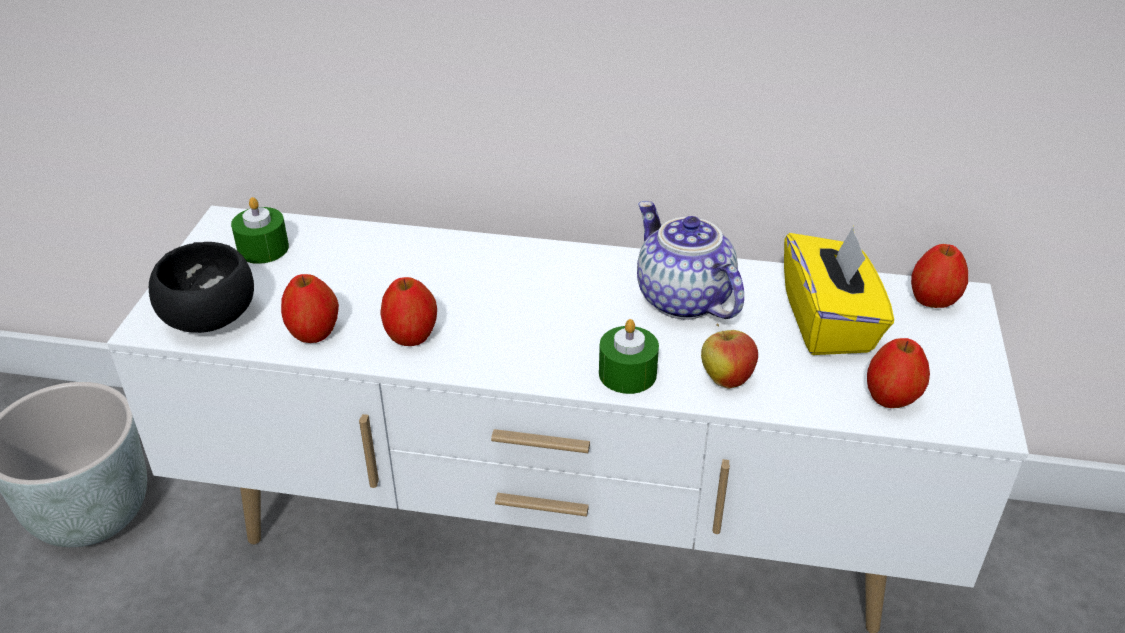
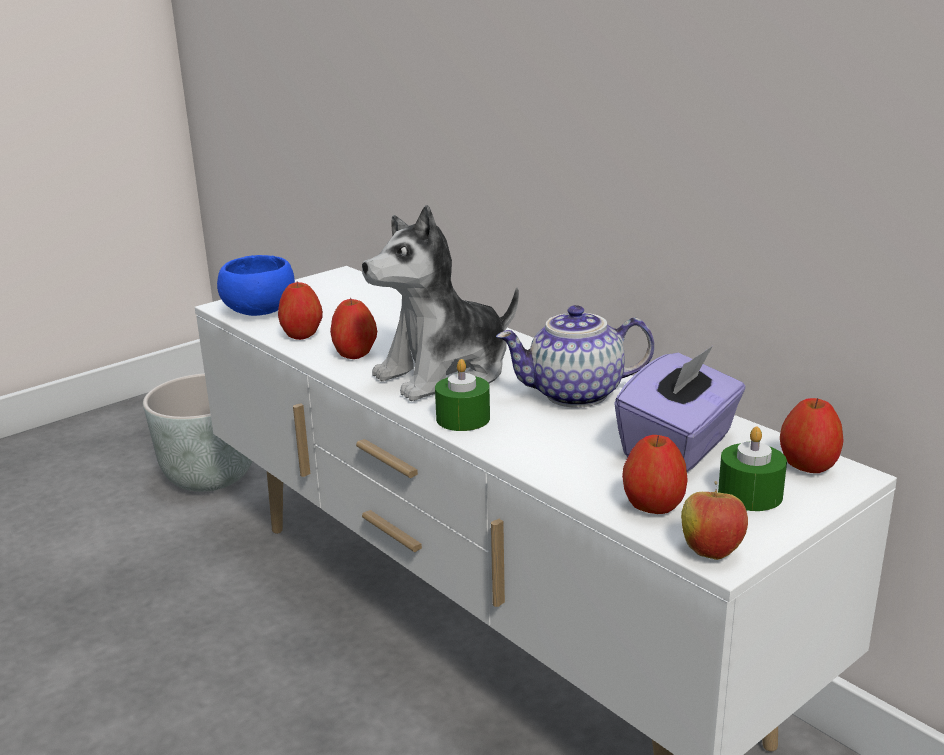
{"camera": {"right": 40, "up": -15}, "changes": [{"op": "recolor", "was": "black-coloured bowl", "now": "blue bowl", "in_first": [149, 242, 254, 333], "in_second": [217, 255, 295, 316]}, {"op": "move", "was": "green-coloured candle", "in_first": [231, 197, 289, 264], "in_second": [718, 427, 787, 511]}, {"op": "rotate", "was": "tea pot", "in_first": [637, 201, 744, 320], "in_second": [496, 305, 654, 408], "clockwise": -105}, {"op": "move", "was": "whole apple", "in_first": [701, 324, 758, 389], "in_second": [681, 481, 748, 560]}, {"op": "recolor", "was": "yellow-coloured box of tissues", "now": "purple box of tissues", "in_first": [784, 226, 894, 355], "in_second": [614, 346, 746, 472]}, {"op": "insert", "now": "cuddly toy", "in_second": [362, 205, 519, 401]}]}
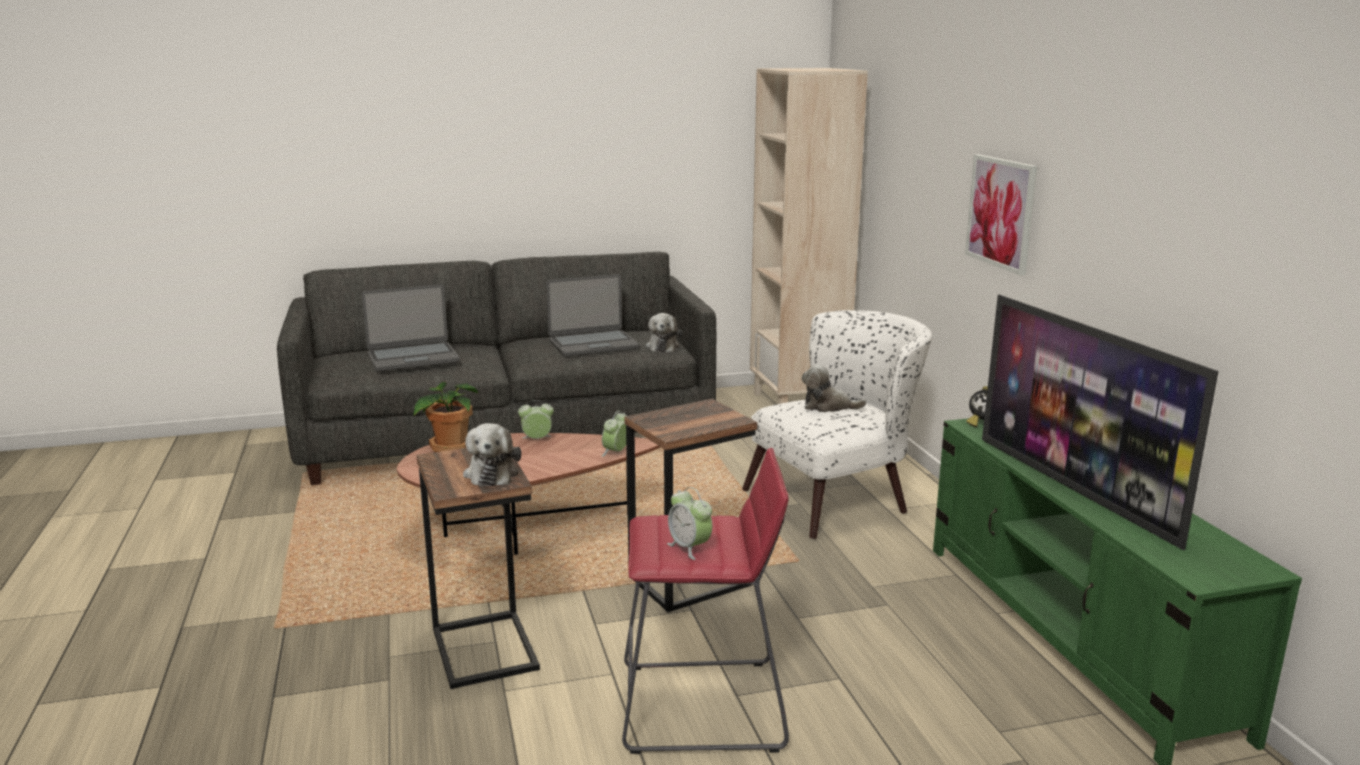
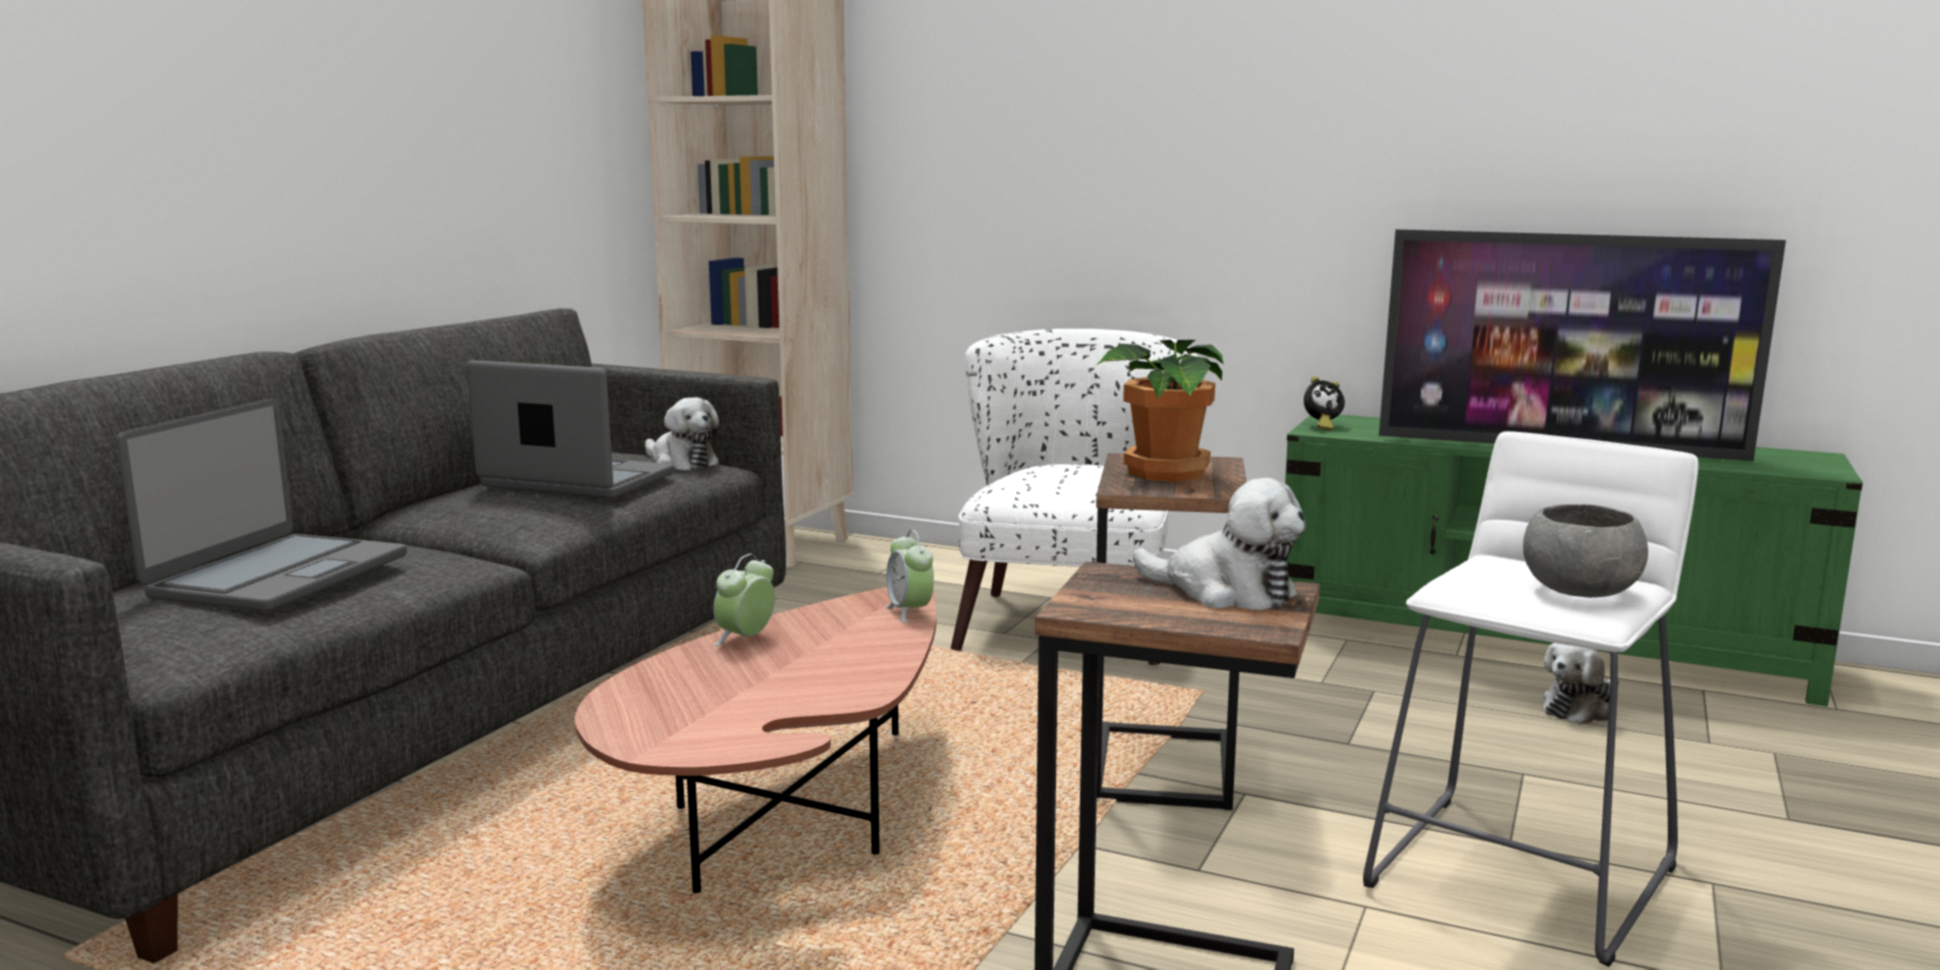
{"camera": {"right": -50, "up": -5}, "changes": [{"op": "move", "was": "plant in a pot", "in_first": [414, 382, 478, 452], "in_second": [1097, 340, 1224, 482]}, {"op": "rotate", "was": "notebook computer", "in_first": [546, 274, 640, 357], "in_second": [466, 360, 675, 498], "clockwise": -90}, {"op": "recolor", "was": "reddish stool", "now": "white stool", "in_first": [622, 448, 789, 754], "in_second": [1363, 431, 1699, 967]}, {"op": "replace", "was": "alarm clock", "now": "grey bowl", "in_first": [667, 487, 712, 560], "in_second": [1523, 504, 1648, 598]}, {"op": "move", "was": "cuddly toy", "in_first": [802, 364, 867, 412], "in_second": [1542, 643, 1619, 725]}, {"op": "delete", "was": "wall picture", "in_first": [965, 154, 1037, 275]}]}
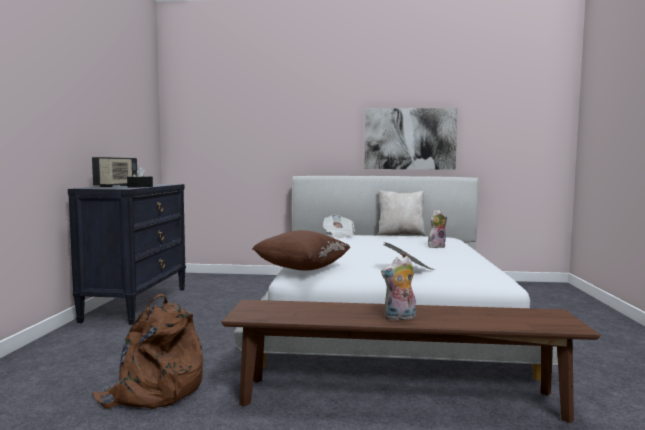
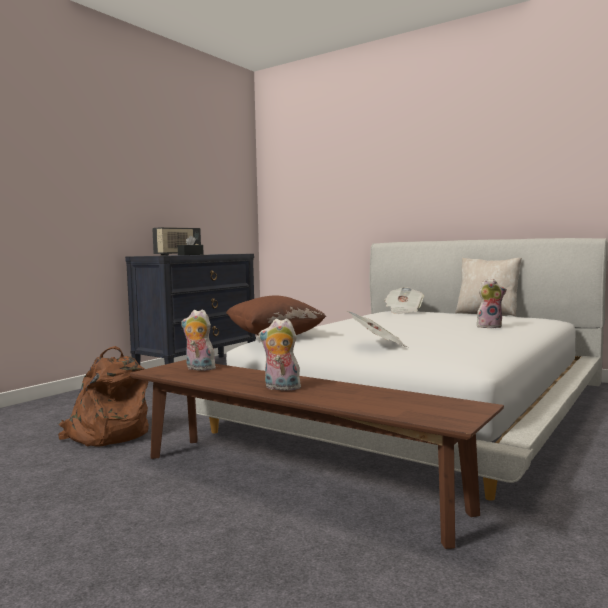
{"camera": {"right": 30, "up": 0}, "changes": [{"op": "delete", "was": "wall picture", "in_first": [364, 108, 458, 170]}, {"op": "insert", "now": "cuddly toy", "in_second": [181, 309, 216, 371]}]}
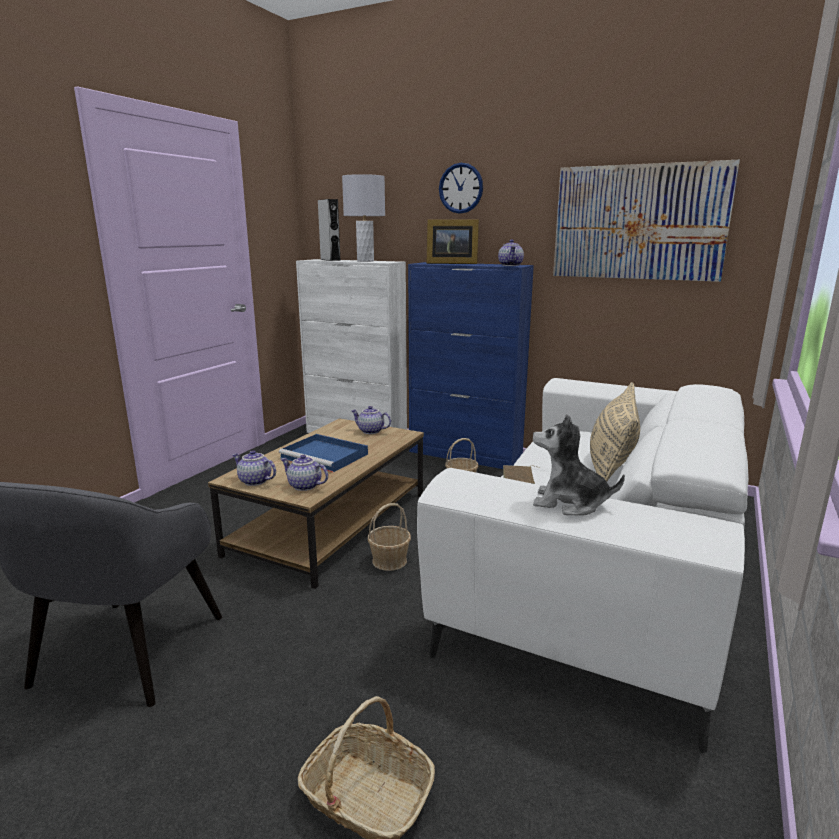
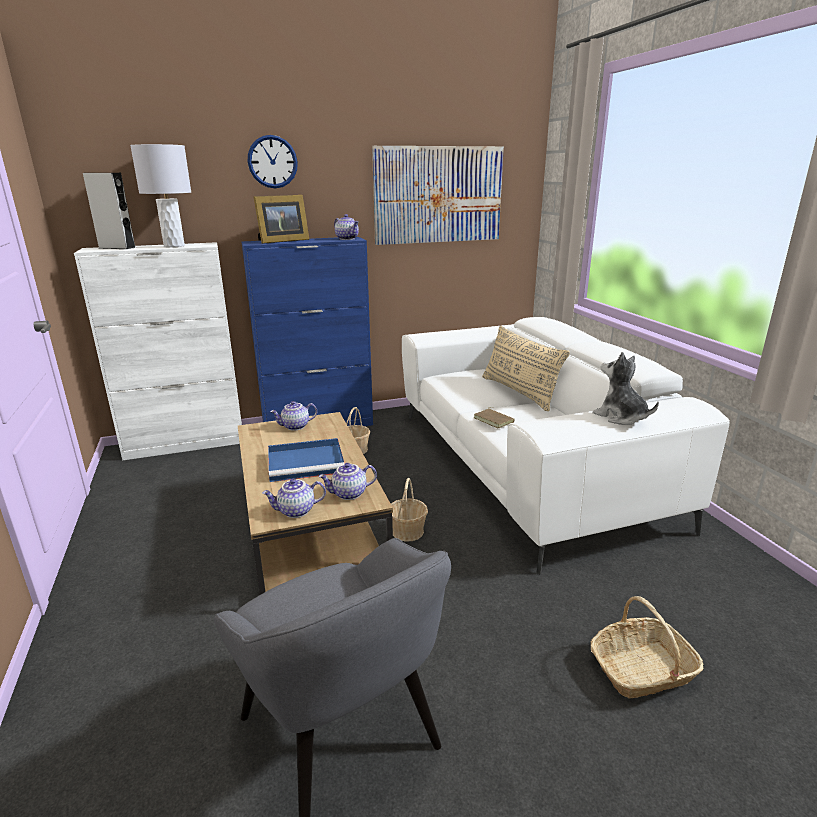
{"camera": {"right": -45, "up": 5}, "changes": [{"op": "rotate", "was": "cuddly toy", "in_first": [533, 414, 625, 516], "in_second": [593, 352, 659, 425], "clockwise": 75}]}
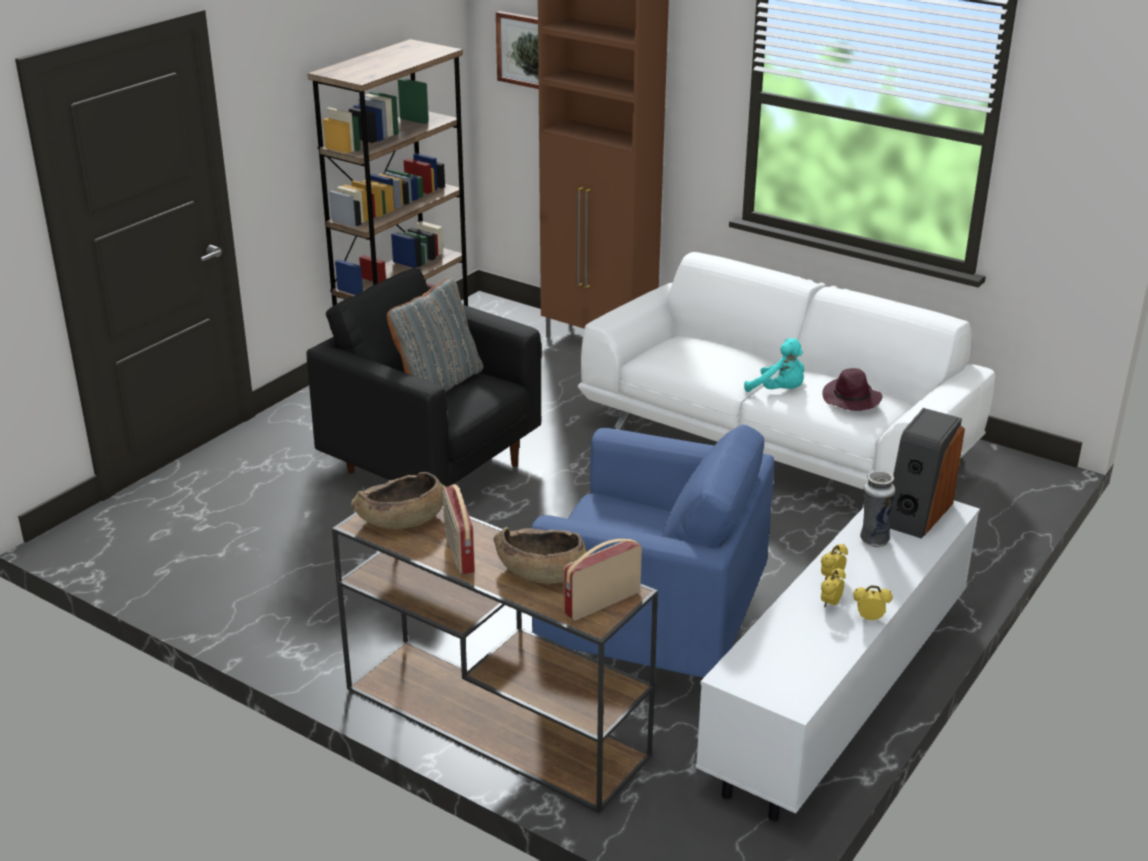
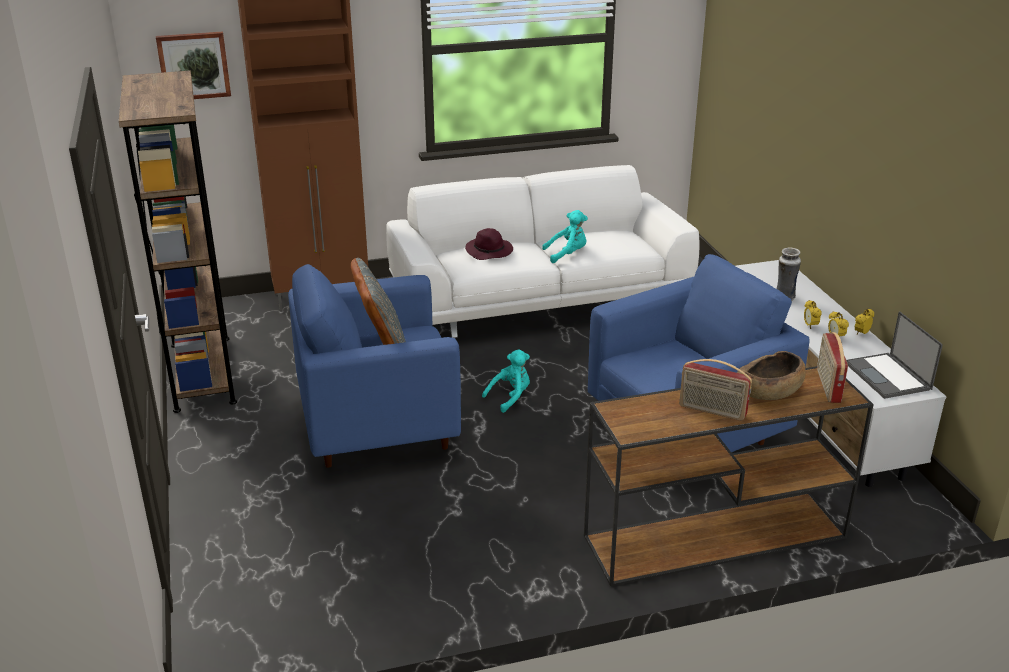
{"camera": {"right": -50, "up": 0}, "changes": [{"op": "recolor", "was": "black-coloured easy chair", "now": "blue easy chair", "in_first": [306, 268, 541, 487], "in_second": [288, 264, 461, 468]}, {"op": "delete", "was": "brown-coloured bowl", "in_first": [351, 472, 446, 529]}, {"op": "move", "was": "purple hat", "in_first": [822, 368, 882, 411], "in_second": [465, 228, 513, 260]}, {"op": "delete", "was": "loudspeaker", "in_first": [890, 408, 965, 539]}, {"op": "insert", "now": "turquoise cuddly toy", "in_second": [482, 349, 530, 413]}, {"op": "insert", "now": "notebook computer", "in_second": [846, 311, 943, 399]}]}
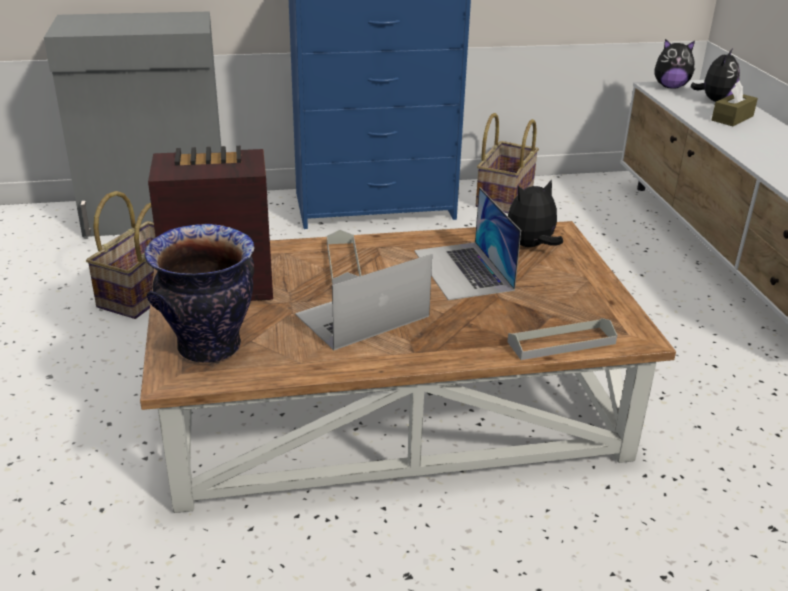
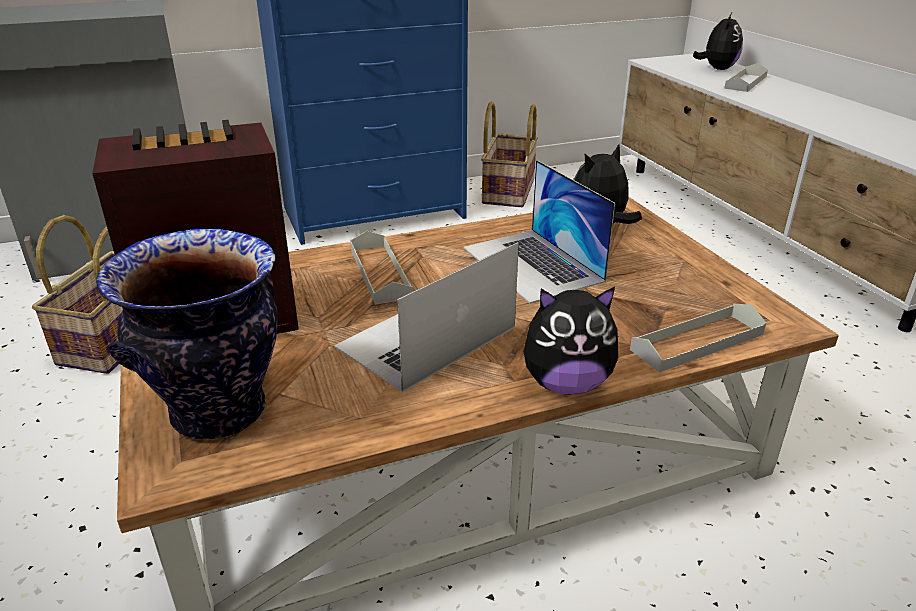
{"camera": {"right": -10, "up": 0}, "changes": [{"op": "move", "was": "cuddly toy", "in_first": [655, 39, 695, 89], "in_second": [524, 287, 619, 394]}, {"op": "replace", "was": "brown-coloured box of tissues", "now": "grey tray", "in_first": [712, 81, 758, 126], "in_second": [724, 63, 768, 92]}]}
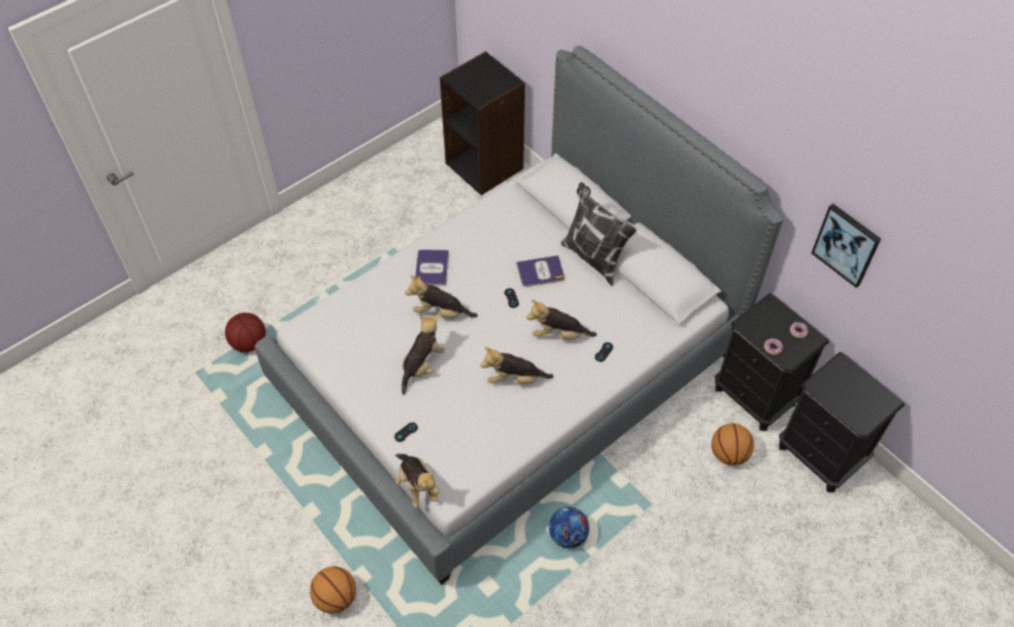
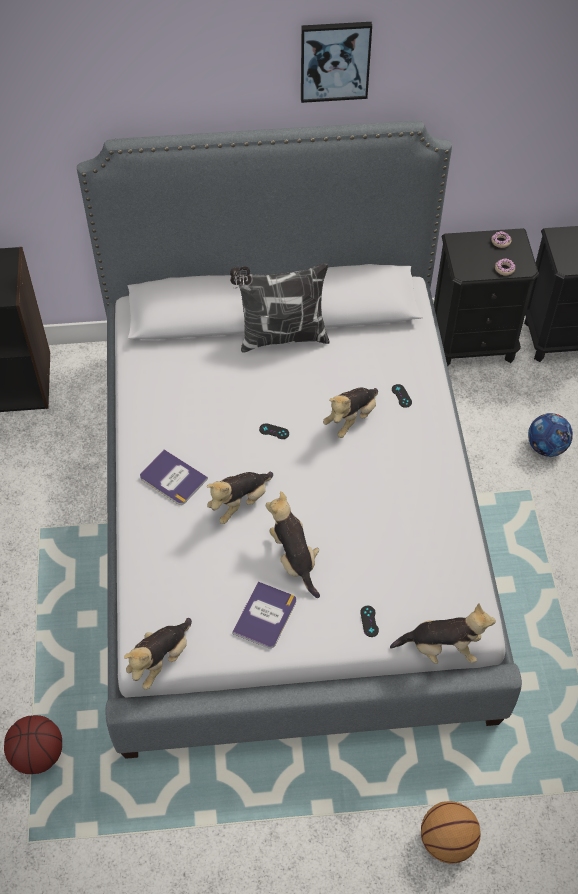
{"camera": {"right": -55, "up": 0}, "changes": [{"op": "move", "was": "cuddly toy", "in_first": [480, 347, 554, 385], "in_second": [124, 618, 192, 690]}, {"op": "move", "was": "volume", "in_first": [516, 255, 564, 287], "in_second": [232, 581, 296, 649]}, {"op": "move", "was": "football ball", "in_first": [549, 507, 589, 548], "in_second": [528, 413, 573, 457]}, {"op": "delete", "was": "ball for basketball", "in_first": [711, 423, 754, 466]}, {"op": "move", "was": "wall picture", "in_first": [811, 204, 881, 288], "in_second": [301, 22, 372, 103]}]}
